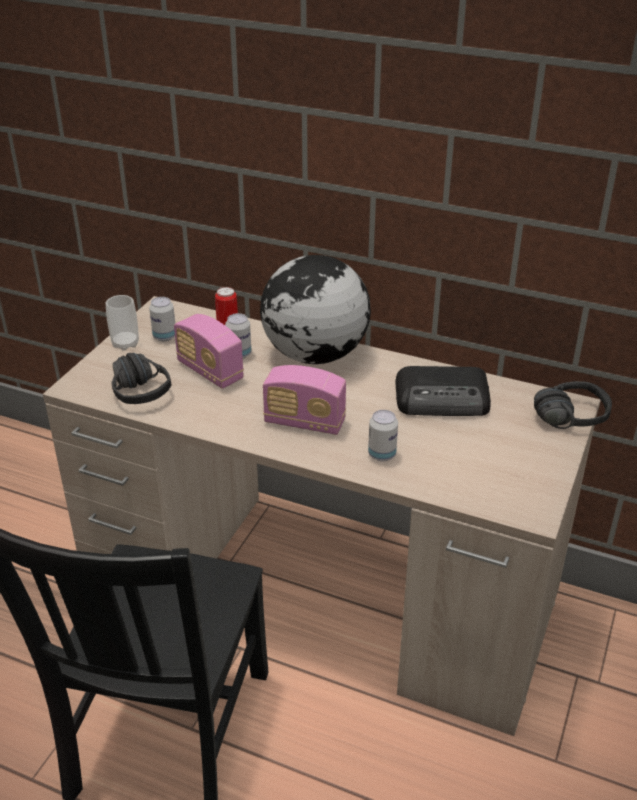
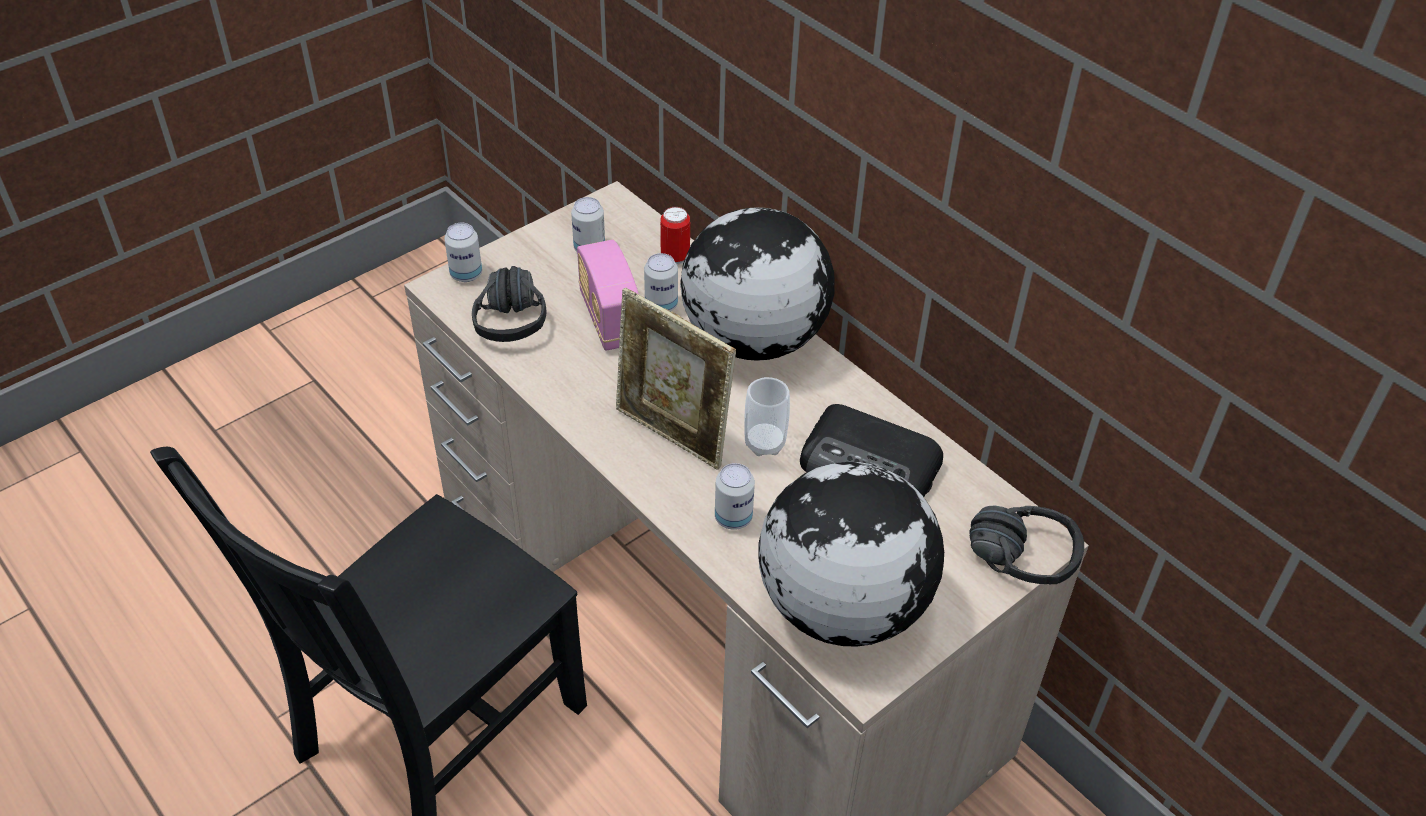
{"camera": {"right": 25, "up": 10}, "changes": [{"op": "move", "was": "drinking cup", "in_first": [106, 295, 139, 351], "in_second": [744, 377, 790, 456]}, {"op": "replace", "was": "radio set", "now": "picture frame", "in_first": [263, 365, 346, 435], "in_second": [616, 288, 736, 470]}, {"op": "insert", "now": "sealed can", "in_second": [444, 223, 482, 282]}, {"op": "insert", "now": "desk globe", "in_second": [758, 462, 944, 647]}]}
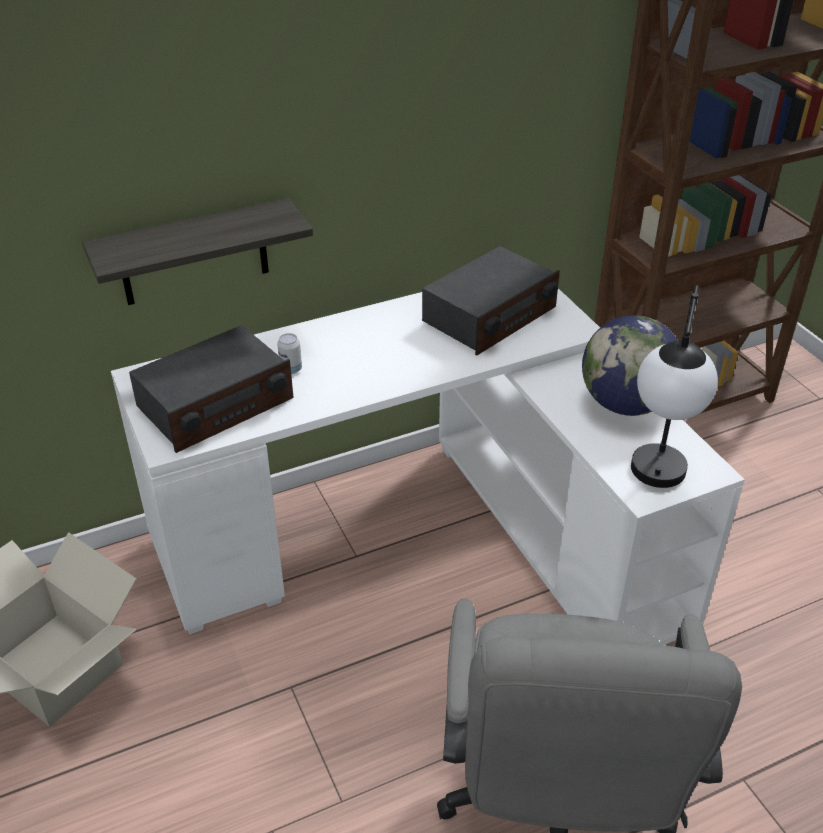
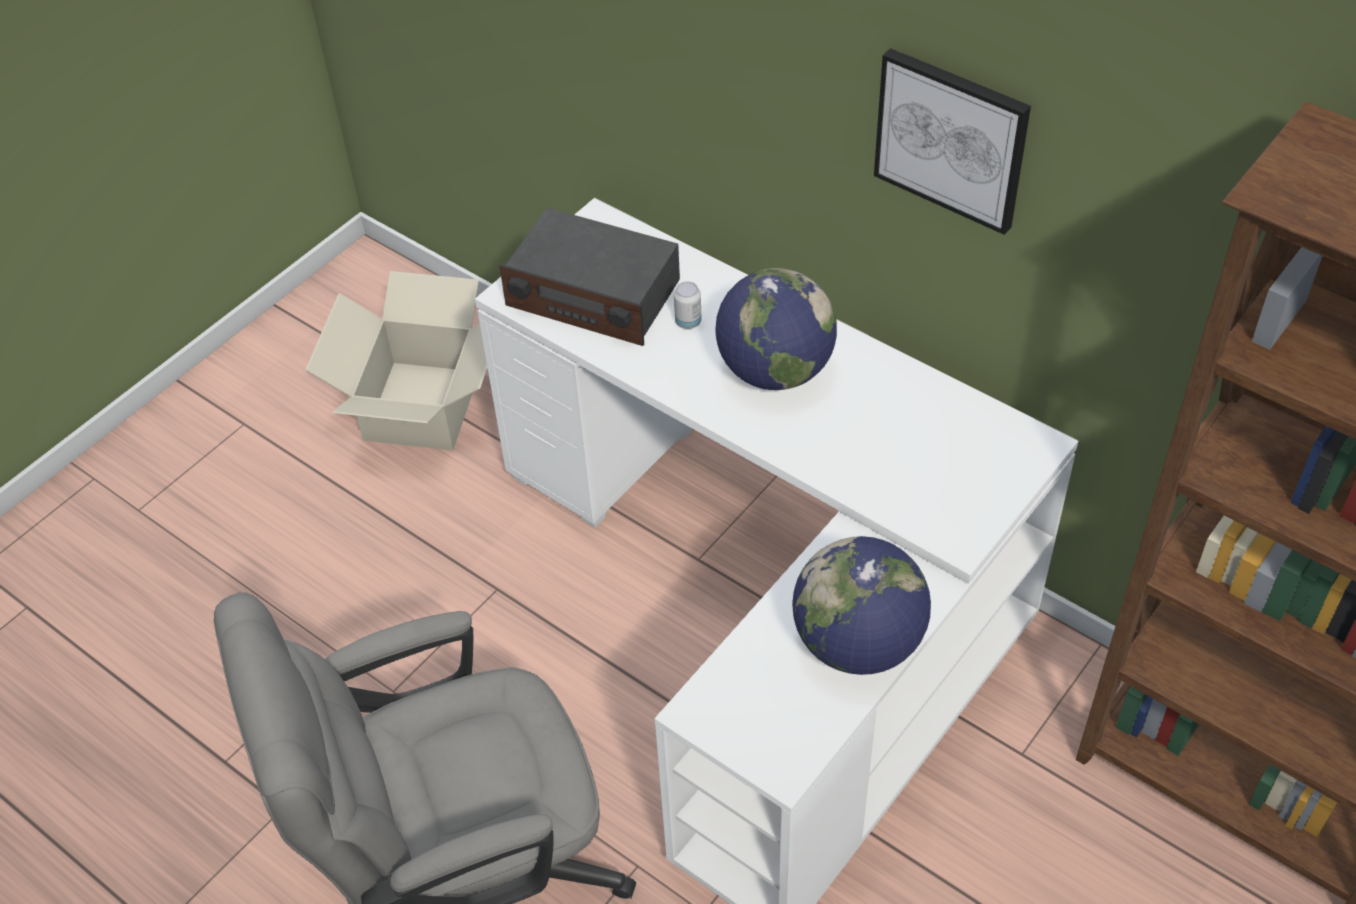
{"camera": {"right": 65, "up": 10}, "changes": [{"op": "delete", "was": "bracket shelf", "in_first": [82, 198, 313, 305]}, {"op": "delete", "was": "radio set", "in_first": [422, 246, 560, 355]}, {"op": "delete", "was": "lamp for a table", "in_first": [631, 285, 718, 488]}, {"op": "insert", "now": "desk globe", "in_second": [715, 268, 837, 390]}, {"op": "insert", "now": "wall picture", "in_second": [874, 48, 1031, 235]}]}
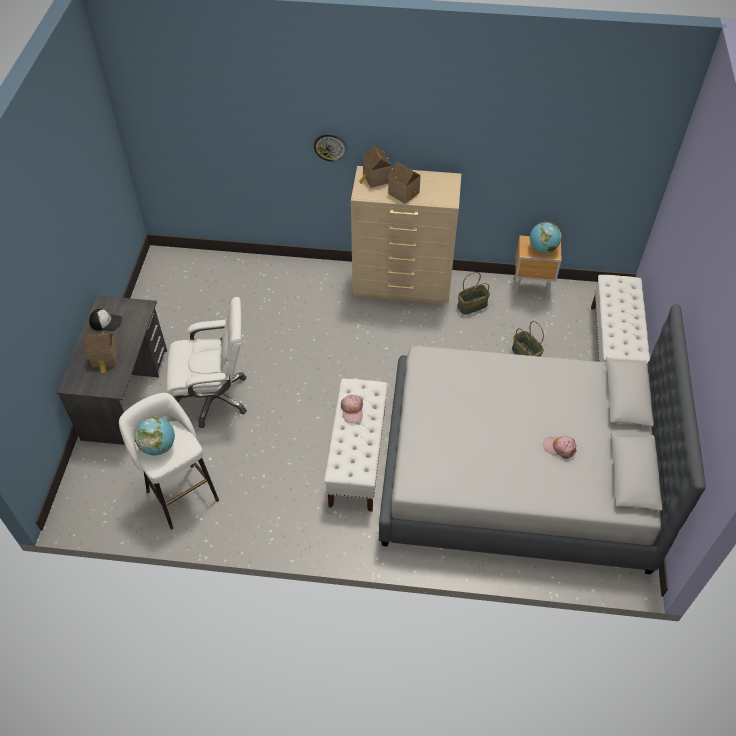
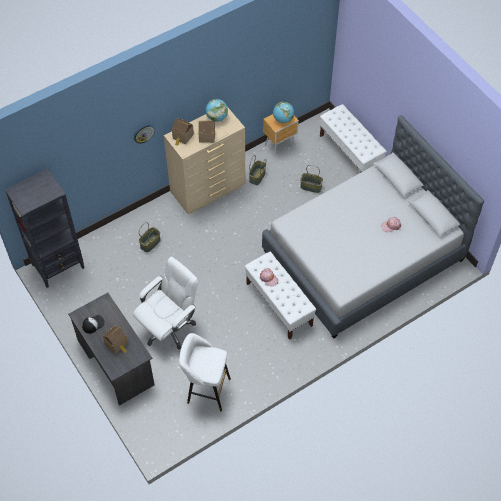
{"camera": {"right": -40, "up": 5}, "changes": [{"op": "move", "was": "desk globe", "in_first": [135, 416, 175, 455], "in_second": [205, 99, 228, 122]}, {"op": "insert", "now": "black-coloured bookshelf", "in_second": [5, 169, 84, 288]}, {"op": "insert", "now": "household basket", "in_second": [139, 222, 161, 252]}]}
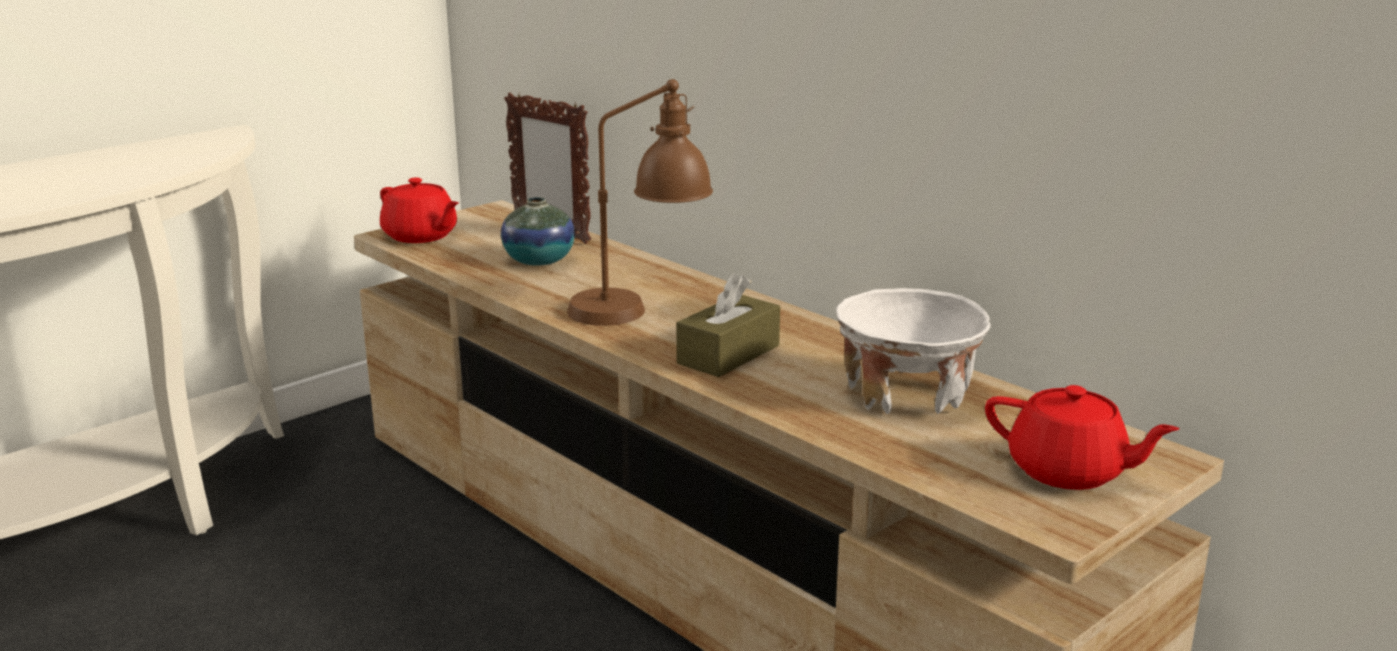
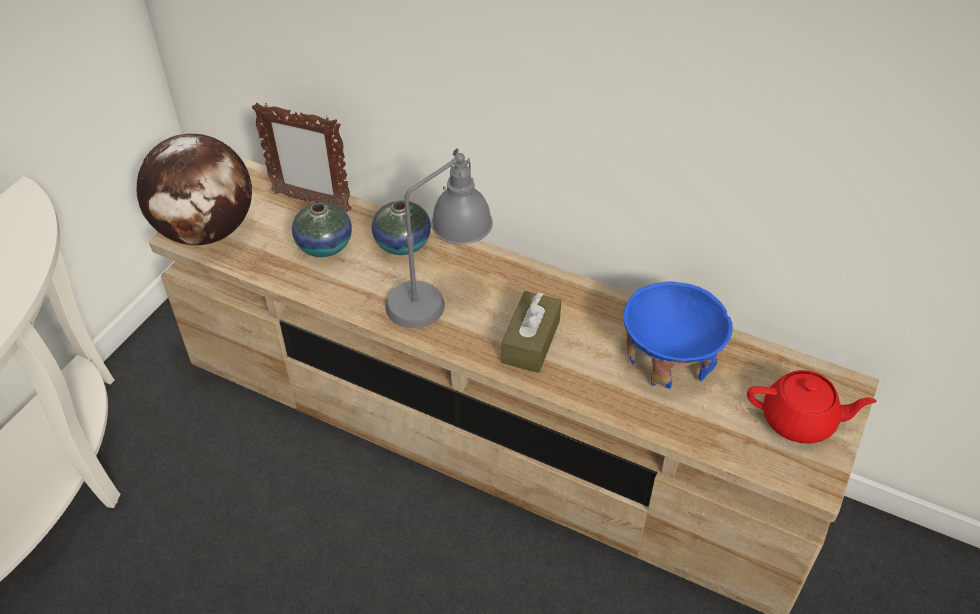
{"camera": {"right": -20, "up": 25}, "changes": [{"op": "replace", "was": "reddish tea pot", "now": "desk globe", "in_first": [380, 177, 459, 243], "in_second": [137, 134, 252, 245]}, {"op": "recolor", "was": "brown-coloured lamp for a table", "now": "grey lamp for a table", "in_first": [567, 79, 713, 326], "in_second": [386, 149, 493, 328]}, {"op": "recolor", "was": "white bowl", "now": "blue bowl", "in_first": [836, 288, 991, 414], "in_second": [624, 281, 733, 389]}, {"op": "insert", "now": "vase", "in_second": [372, 201, 431, 255]}]}
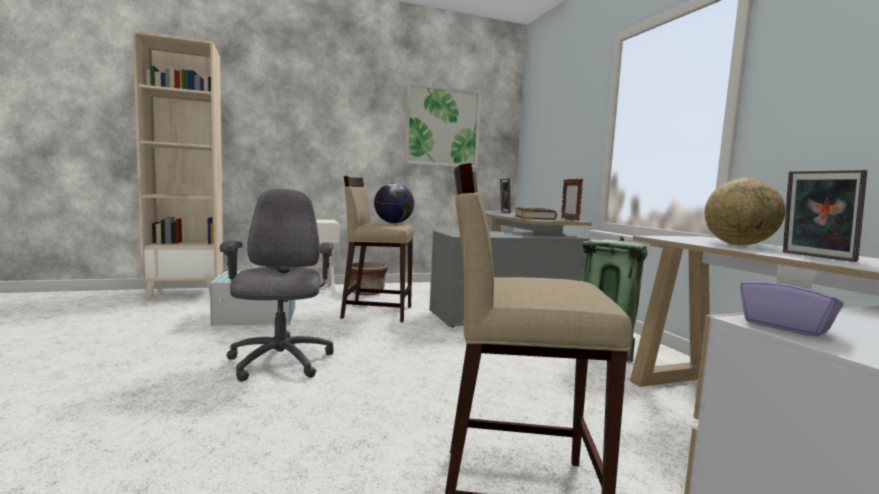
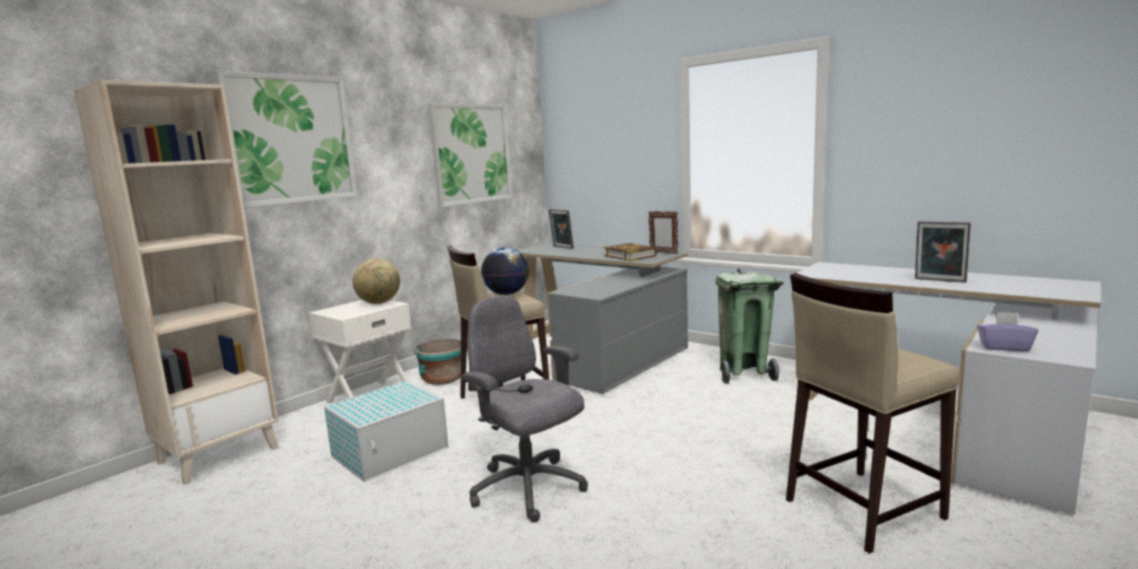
{"camera": {"right": -30, "up": 5}, "changes": [{"op": "recolor", "was": "brown-coloured planter", "now": "turquoise planter", "in_first": [349, 262, 388, 295], "in_second": [414, 339, 461, 385]}, {"op": "move", "was": "desk globe", "in_first": [704, 178, 785, 245], "in_second": [353, 258, 400, 304]}, {"op": "insert", "now": "wall picture", "in_second": [216, 71, 358, 208]}]}
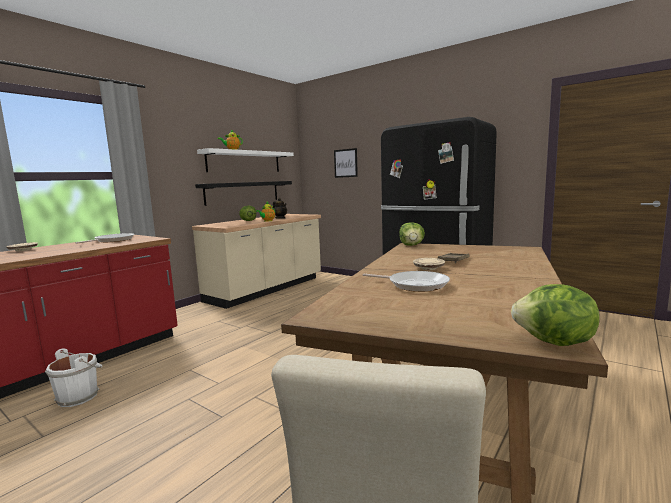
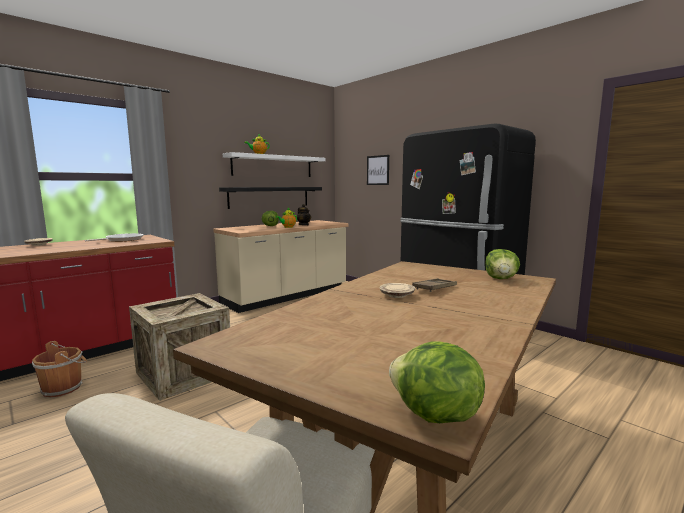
{"camera": {"right": 10, "up": 0}, "changes": [{"op": "recolor", "was": "white bucket", "now": "brown-coloured bucket", "in_first": [45, 348, 102, 407], "in_second": [32, 341, 87, 398]}, {"op": "delete", "was": "frying pan", "in_first": [363, 271, 450, 292]}, {"op": "move", "was": "lettuce", "in_first": [399, 222, 425, 246], "in_second": [485, 249, 520, 279]}, {"op": "insert", "now": "shipping crate", "in_second": [129, 293, 230, 401]}]}
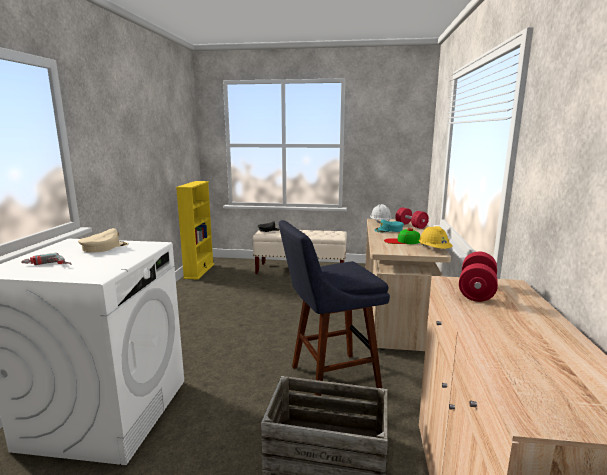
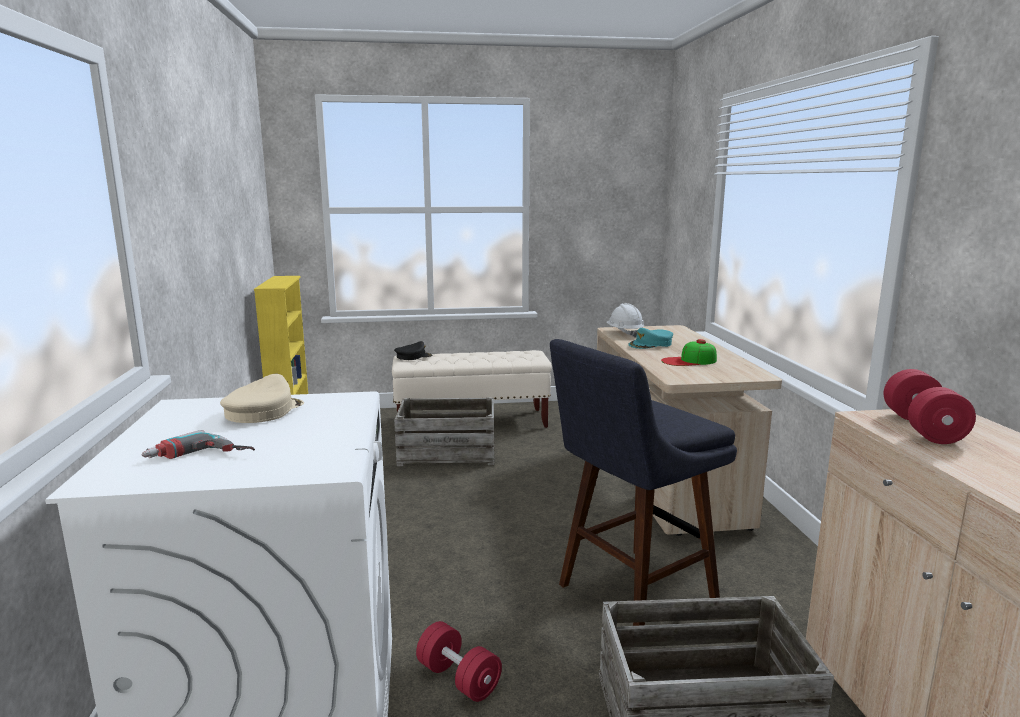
{"camera": {"right": -15, "up": 0}, "changes": [{"op": "move", "was": "reddish free weight", "in_first": [396, 207, 429, 229], "in_second": [416, 621, 502, 702]}, {"op": "delete", "was": "yellow-coloured hard hat", "in_first": [419, 226, 453, 249]}, {"op": "insert", "now": "shipping crate", "in_second": [394, 397, 494, 466]}]}
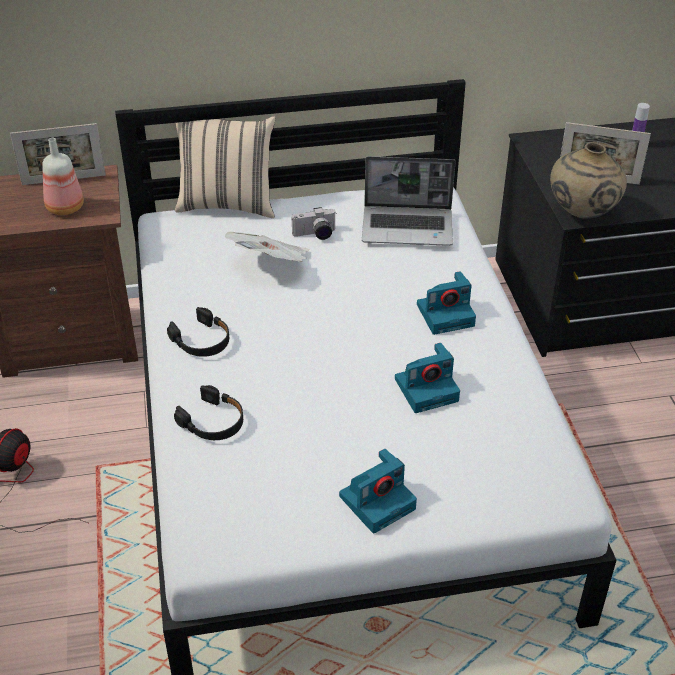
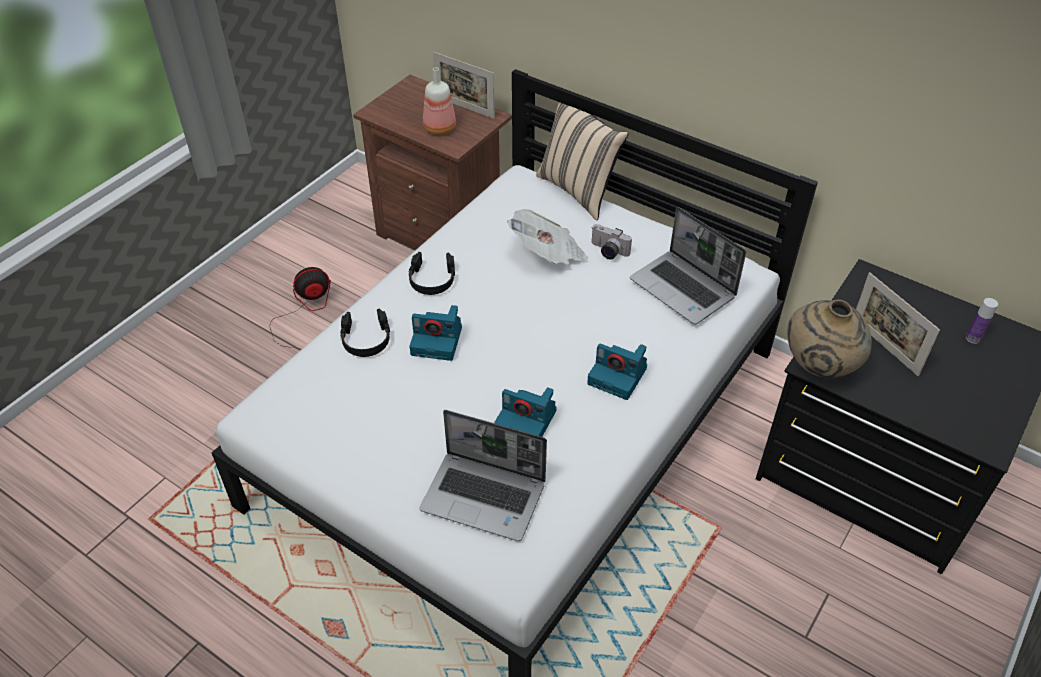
{"camera": {"right": 45, "up": 5}, "changes": [{"op": "move", "was": "photo camera", "in_first": [339, 449, 417, 534], "in_second": [409, 305, 462, 361]}, {"op": "insert", "now": "notebook computer", "in_second": [420, 410, 547, 541]}]}
